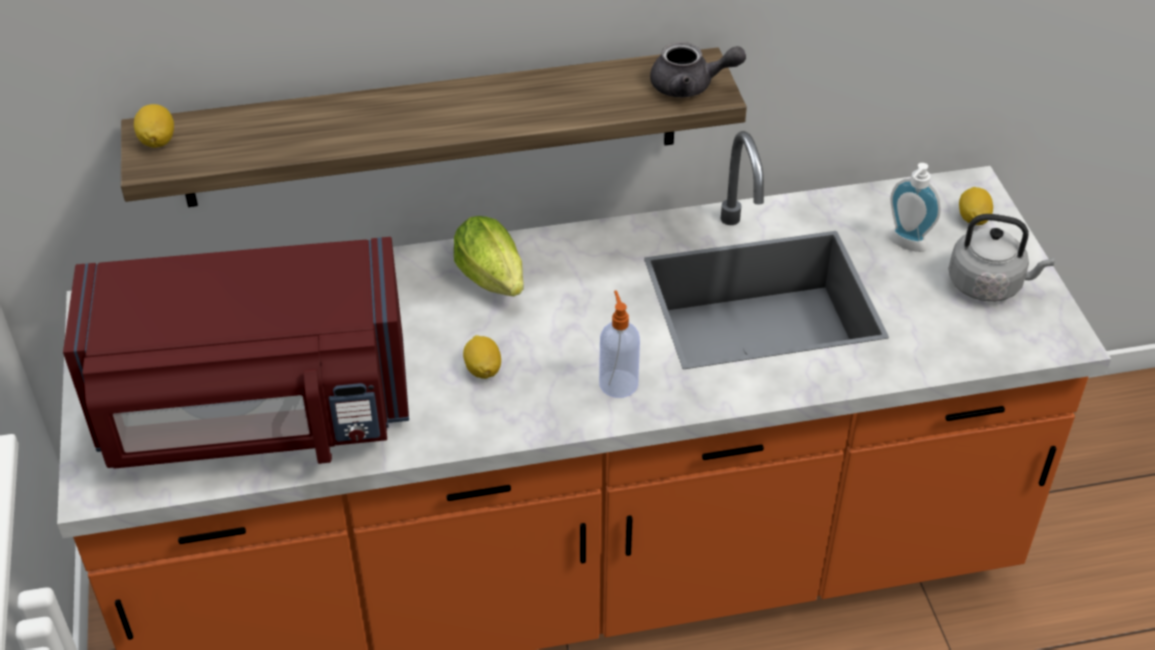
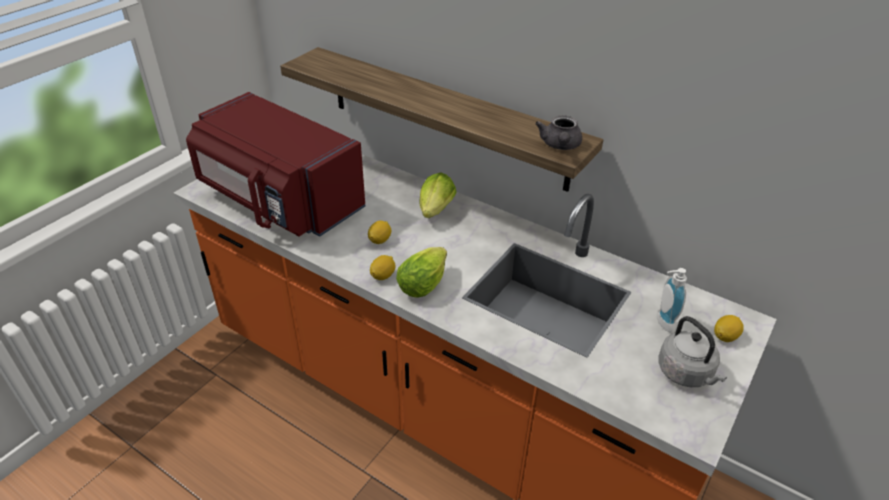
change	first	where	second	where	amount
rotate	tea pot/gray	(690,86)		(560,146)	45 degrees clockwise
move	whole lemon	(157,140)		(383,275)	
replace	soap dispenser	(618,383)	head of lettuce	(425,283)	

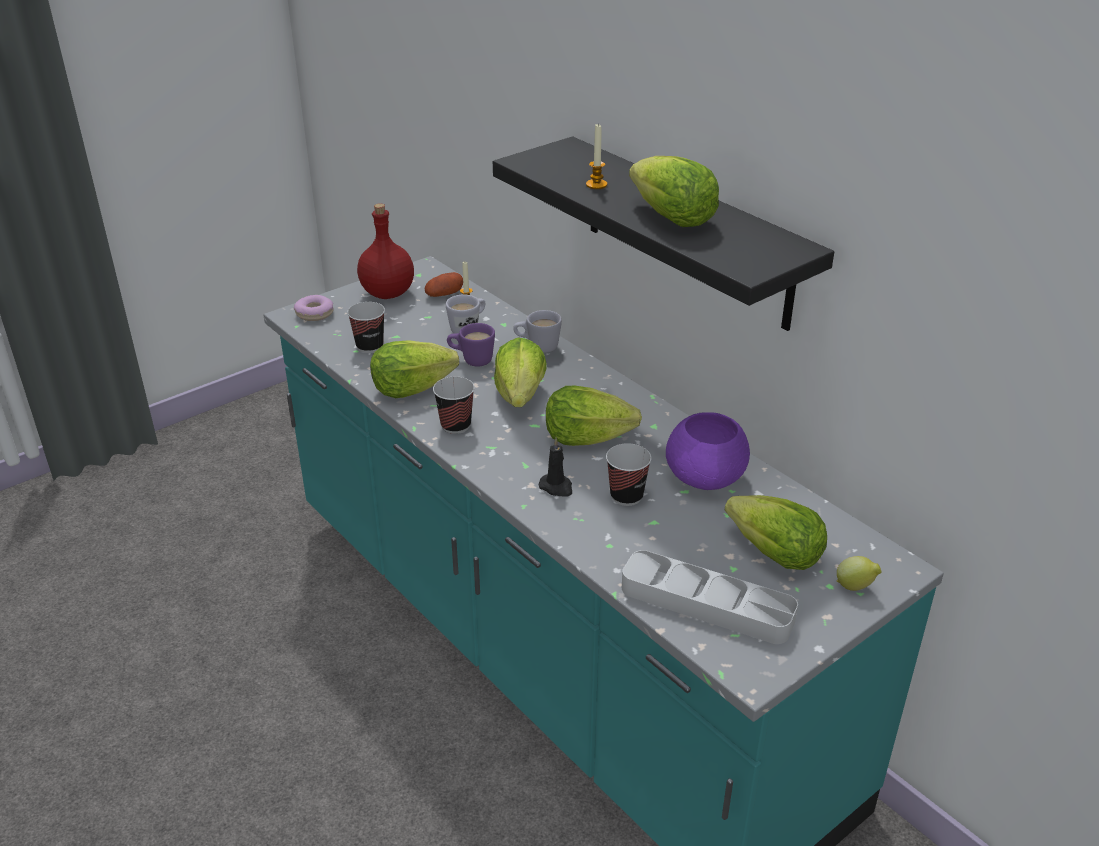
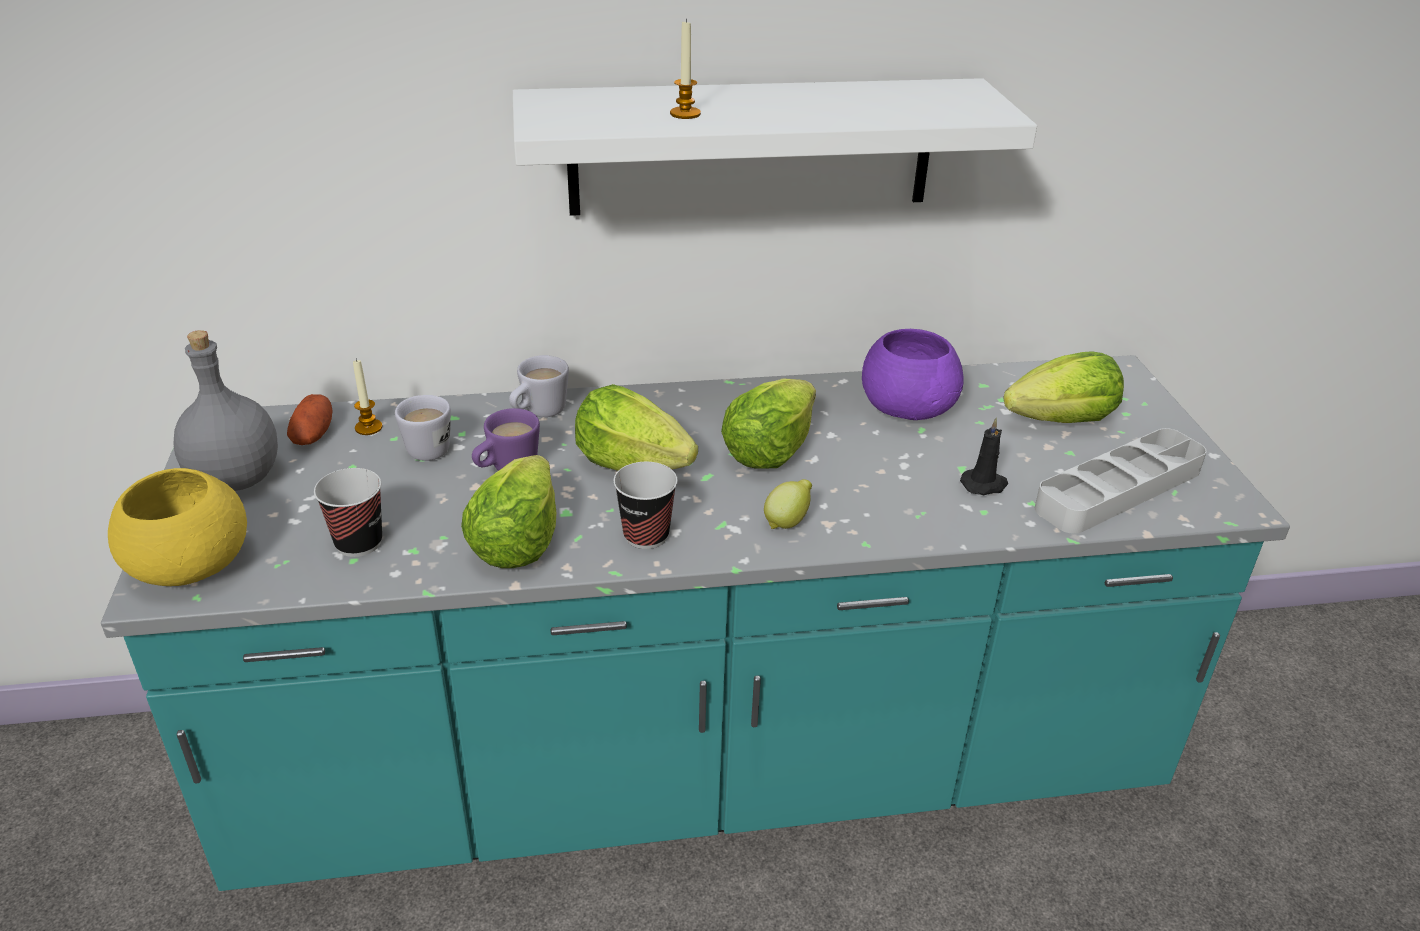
change	first	where	second	where	amount
recolor	wall shelf/black	(687,232)	wall shelf/white	(752,147)	
delete	head of lettuce	(672,219)			
recolor	drink bottle/reddish	(386,293)	drink bottle/gray	(235,480)	
replace	donut	(314,313)	deep dish/yellow	(187,566)	
move	wax candle/black	(557,487)		(984,484)	
delete	cup	(626,496)			
move	whole lemon	(855,587)		(787,522)	

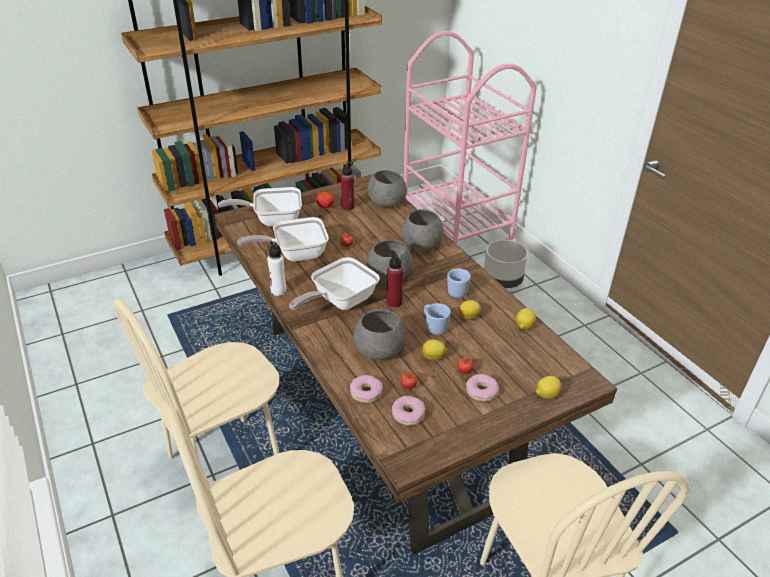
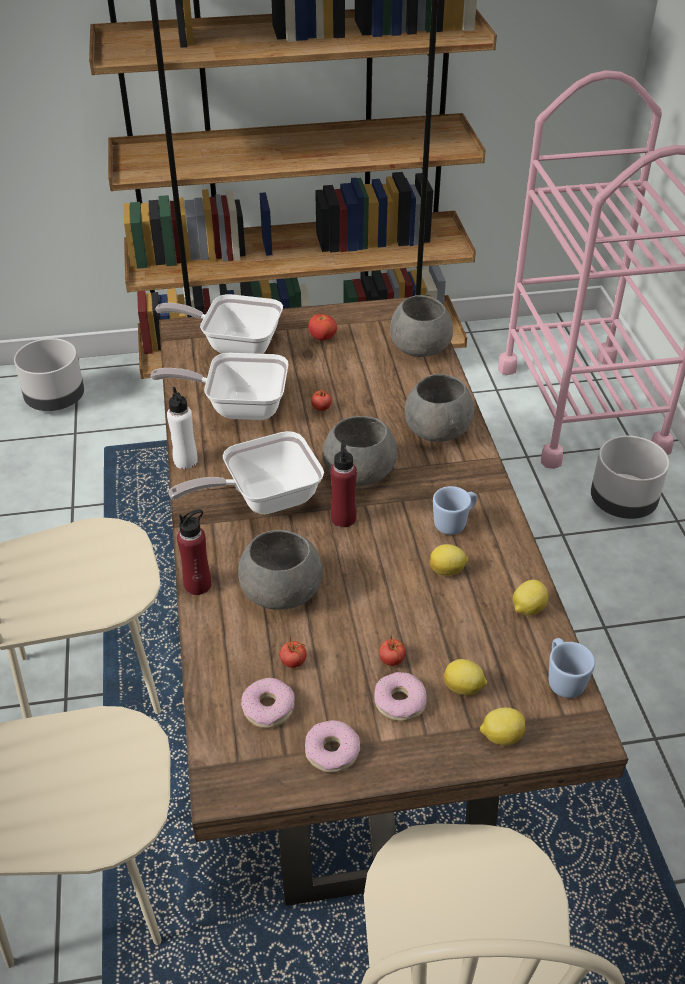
change	first	where	second	where	amount
move	drink bottle/reddish	(348,207)		(198,585)	
move	coffee mug/blue-coloured	(434,327)		(563,679)	
move	whole lemon	(434,357)		(464,688)	
move	donut	(366,392)		(332,751)	
insert			flower pot/gray	(55,399)	

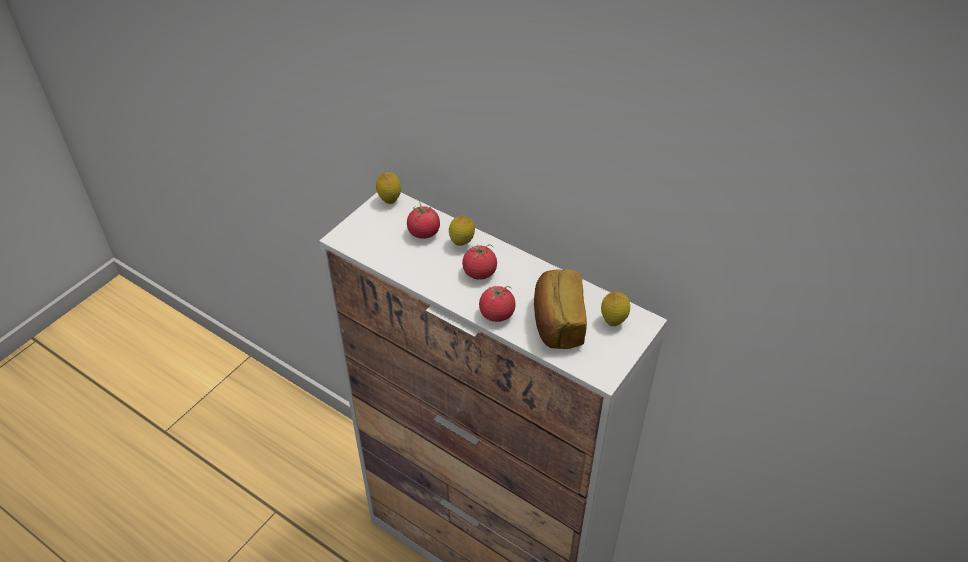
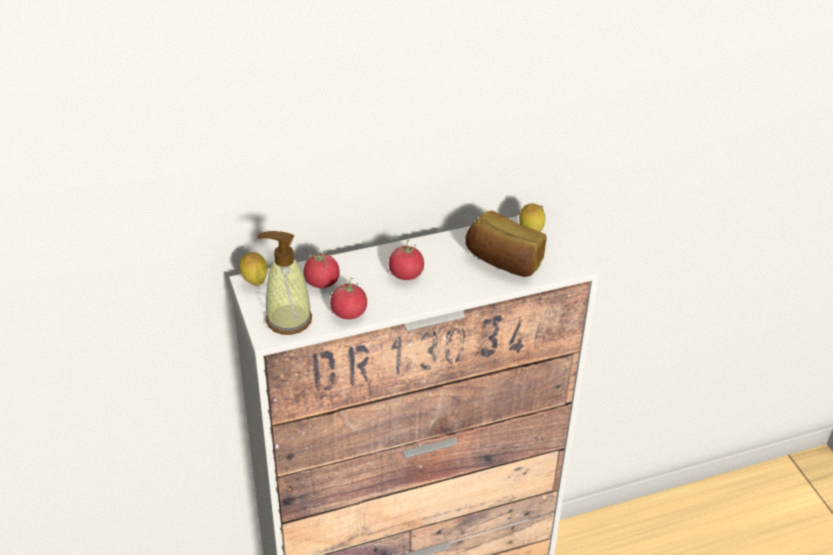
change	first	where	second	where	amount
delete	whole lemon	(462,244)			
move	whole tomato	(497,314)		(349,313)	
insert			soap dispenser	(288,319)	

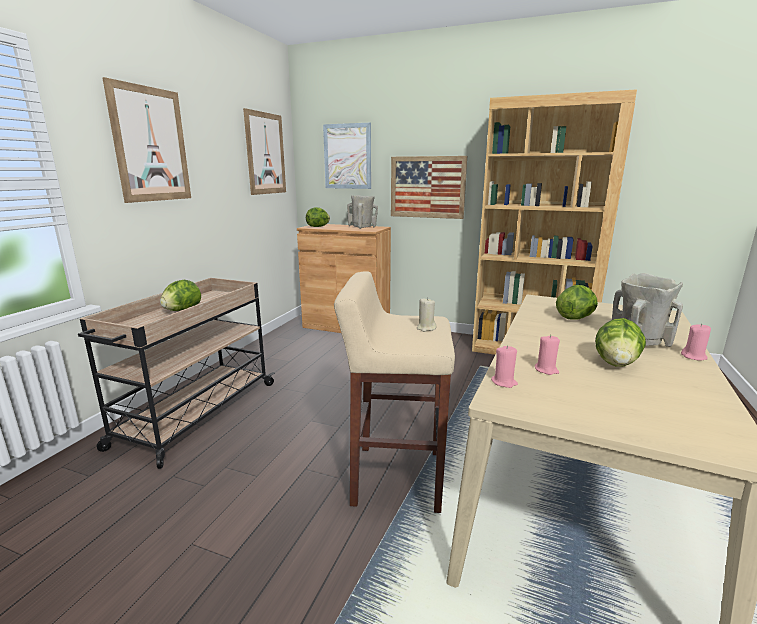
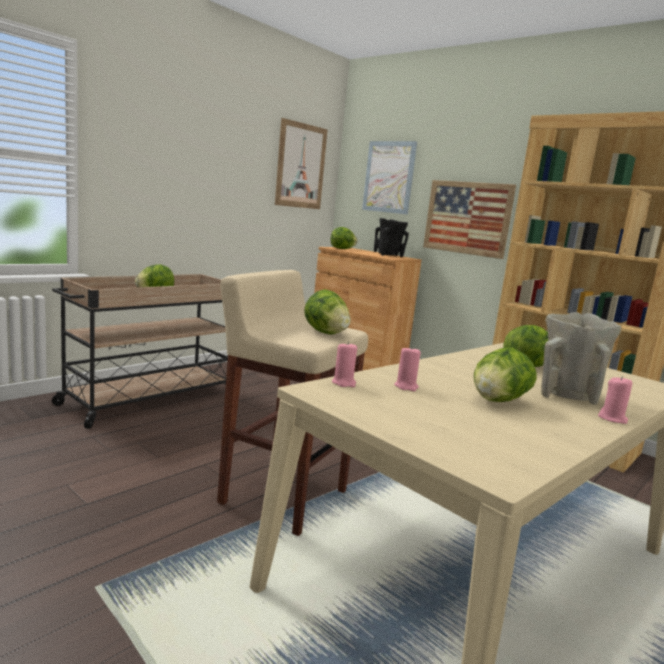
change	first	where	second	where	amount
delete	picture	(151,145)			
recolor	vase/beige	(363,227)	vase/black	(389,255)	
replace	wax candle/beige	(426,328)	head of lettuce	(326,333)	

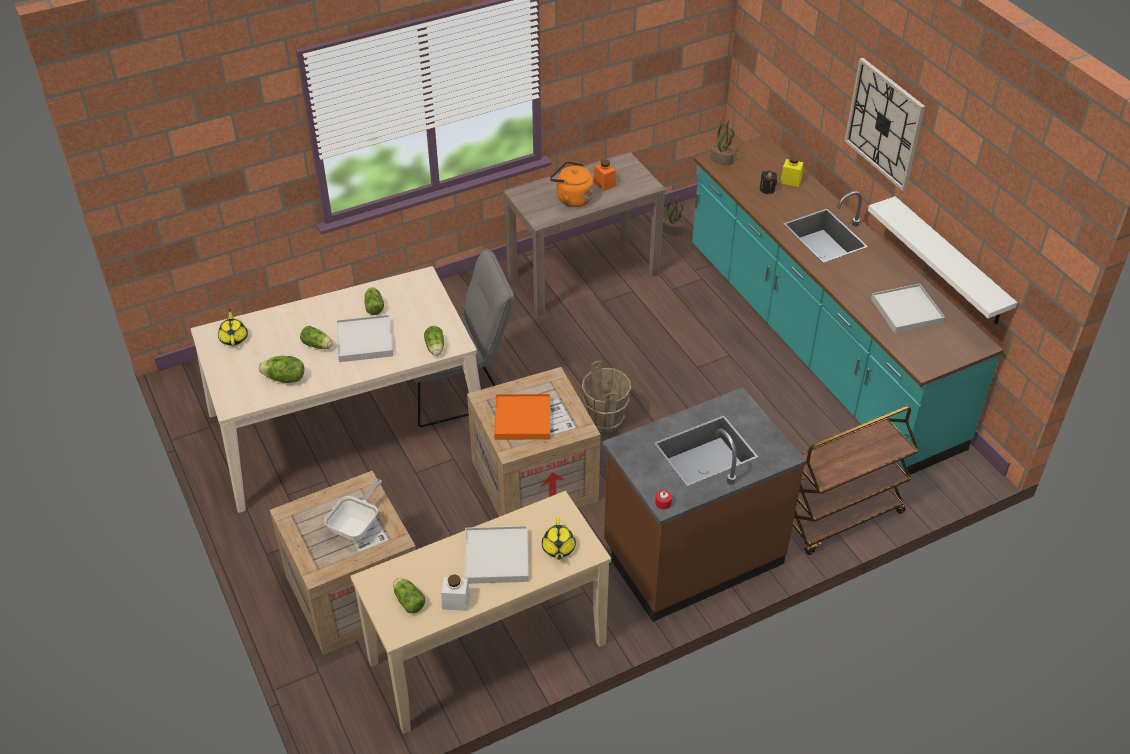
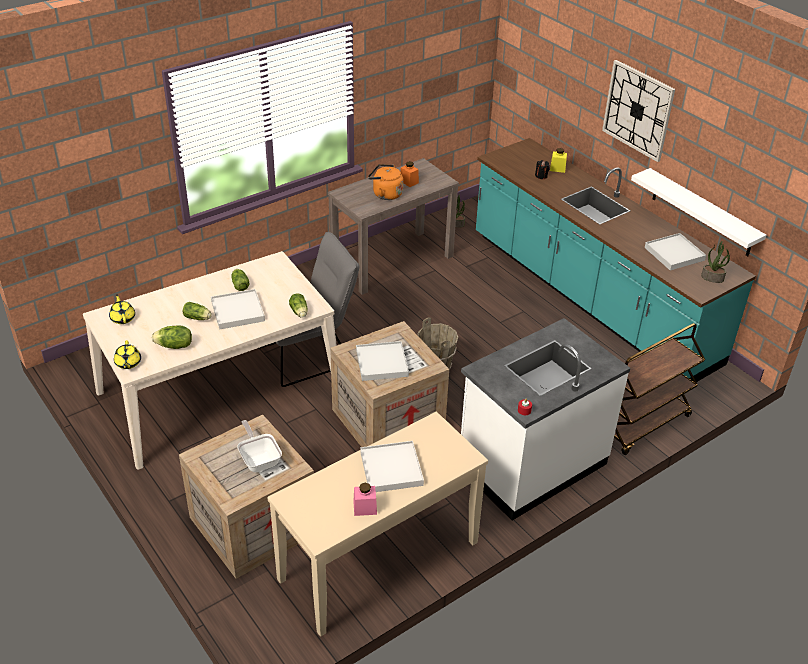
change	first	where	second	where	amount
move	plant in a pot	(722,159)		(712,278)	
recolor	counter/brown	(692,554)	counter/white	(531,464)	
recolor	carrying tray/orange	(522,419)	carrying tray/white	(381,363)	
rotate	skillet	(357,525)		(259,459)	45 degrees counterclockwise
move	tea pot/yellow	(558,548)		(128,363)	
recolor	preserve jar/white	(456,601)	preserve jar/pink-coloured	(365,508)	
delete	head of lettuce	(408,600)			

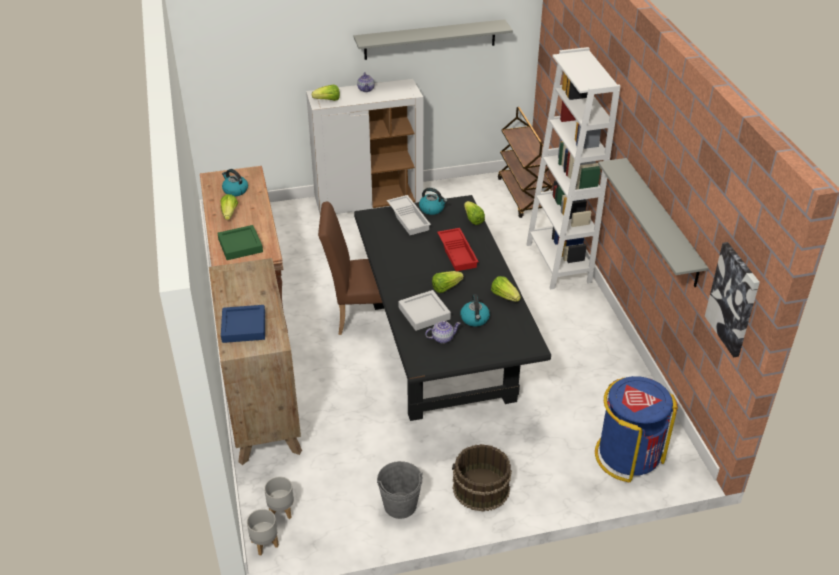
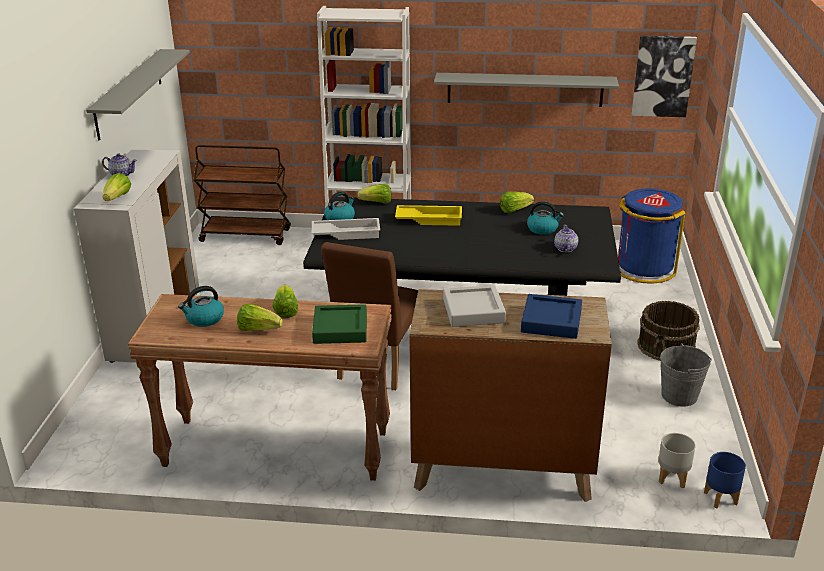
change	first	where	second	where	amount
recolor	carrying tray/reddish	(458,253)	carrying tray/yellow	(429,219)	
move	head of lettuce	(446,287)		(286,311)	
move	carrying tray/gray	(424,313)		(473,311)	
recolor	flower pot/gray	(264,544)	flower pot/blue-coloured	(721,498)	

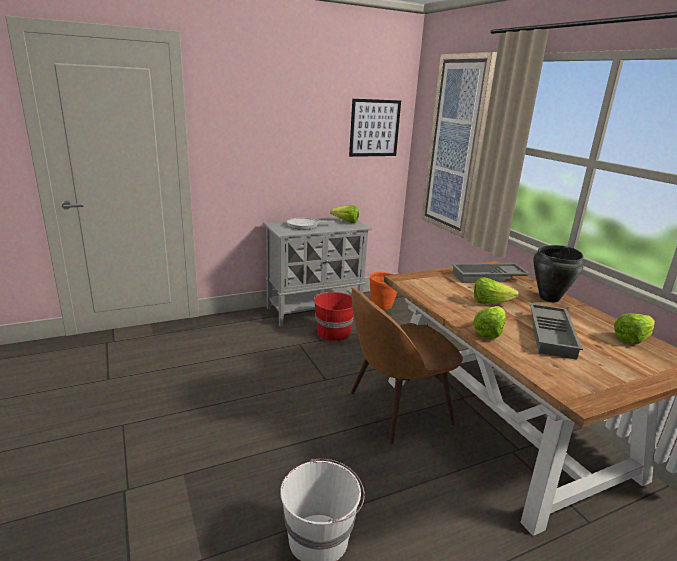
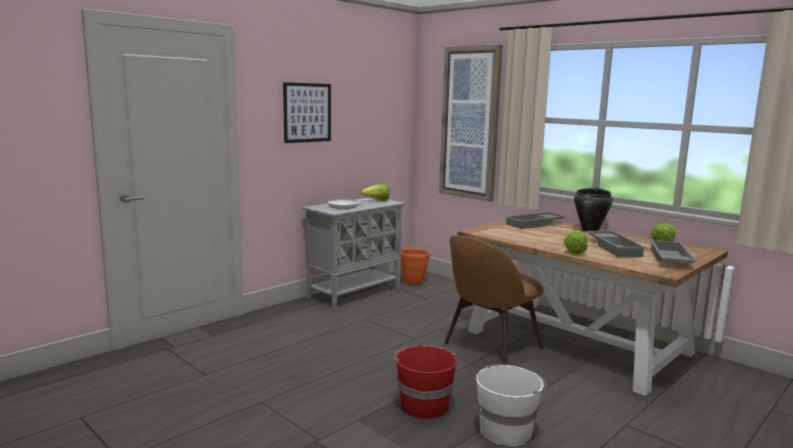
change	first	where	second	where	amount
move	picture	(374,128)		(307,112)	
delete	head of lettuce	(490,303)			
move	pail/reddish	(333,332)		(423,406)	
insert			carrying tray/gray	(669,259)	

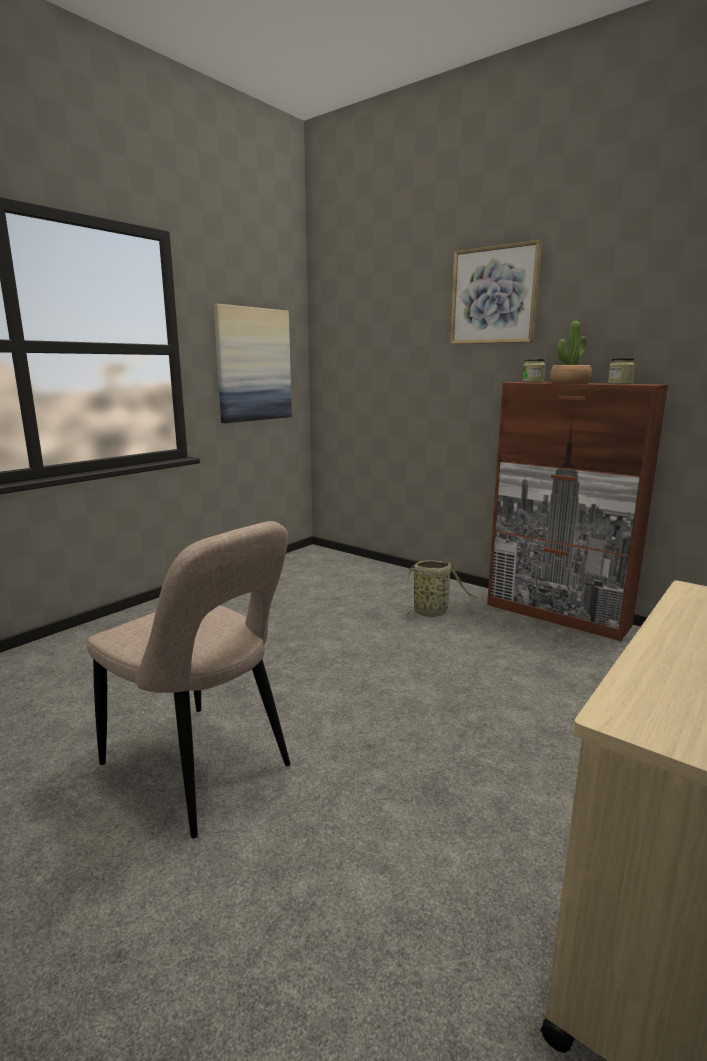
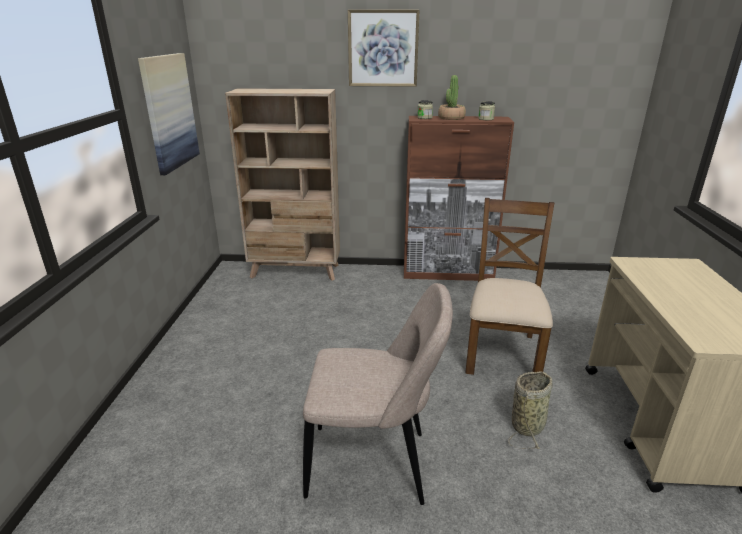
change	first	where	second	where	amount
move	storage basket	(433,612)		(528,424)	
insert			shelving unit/beige	(295,271)	
insert			plain chair/brown	(502,352)	

